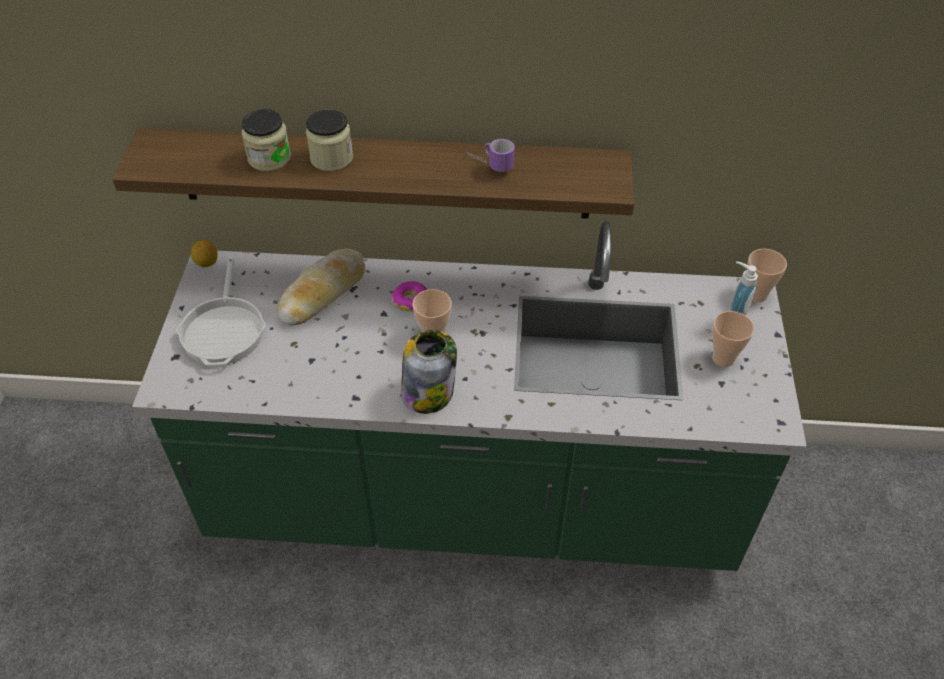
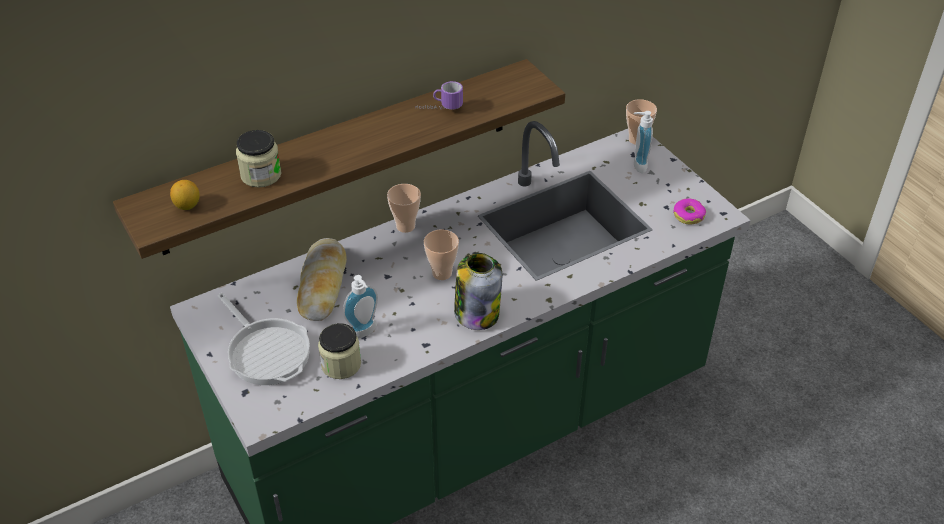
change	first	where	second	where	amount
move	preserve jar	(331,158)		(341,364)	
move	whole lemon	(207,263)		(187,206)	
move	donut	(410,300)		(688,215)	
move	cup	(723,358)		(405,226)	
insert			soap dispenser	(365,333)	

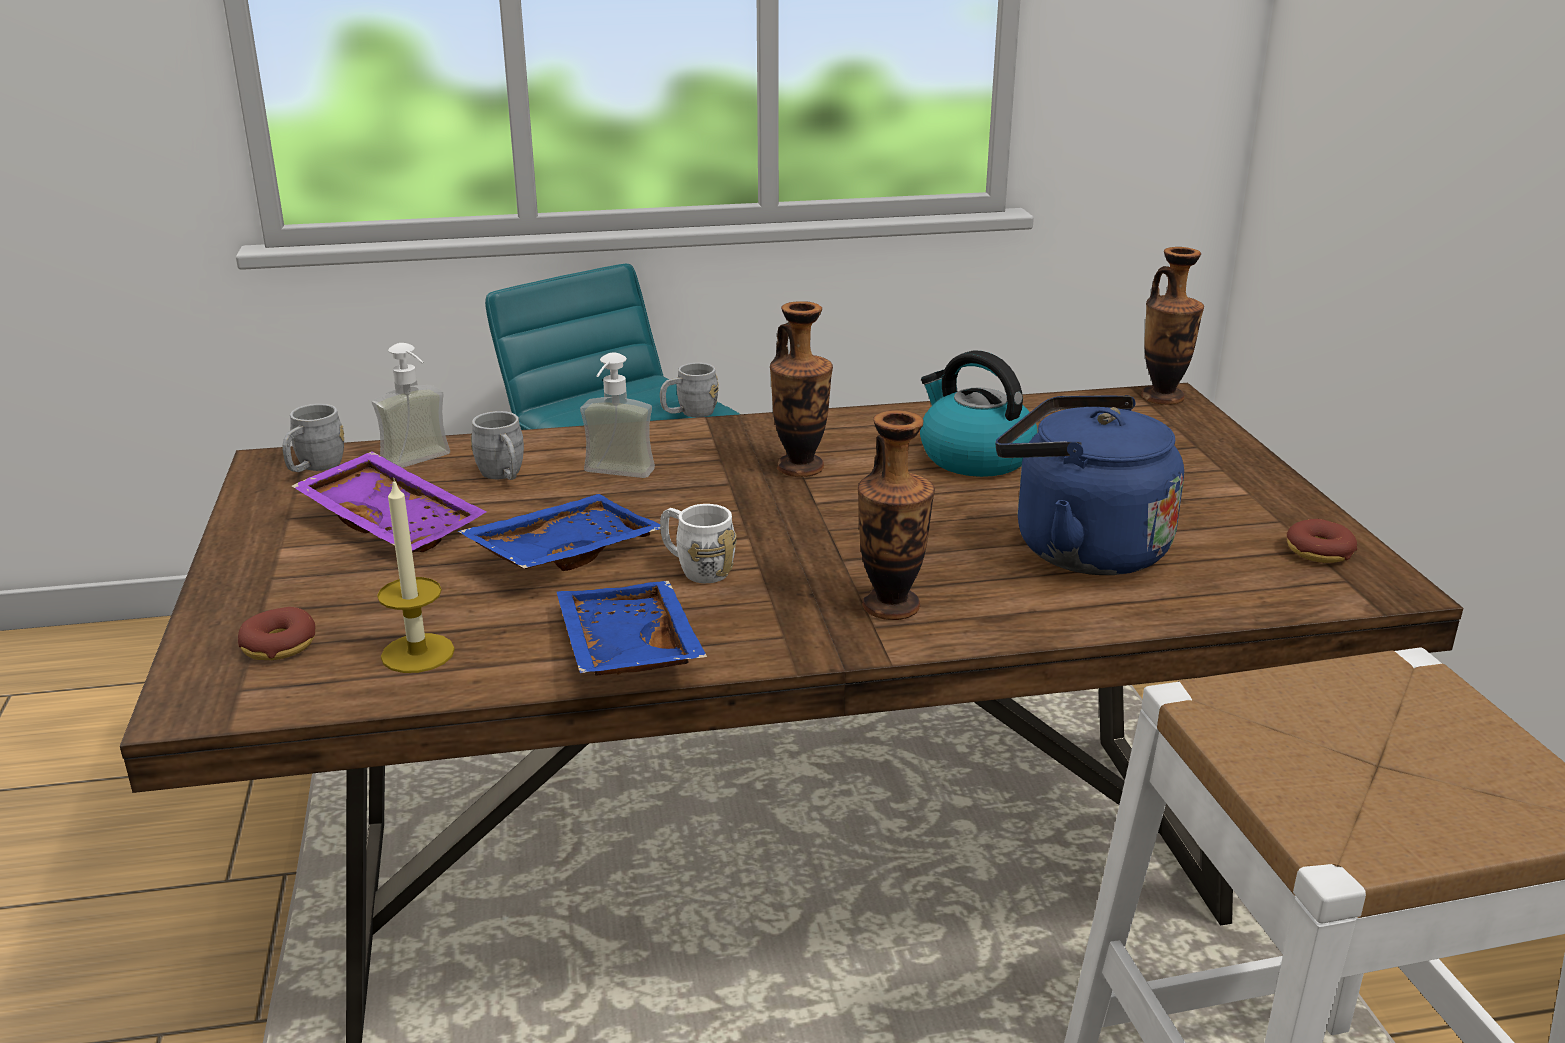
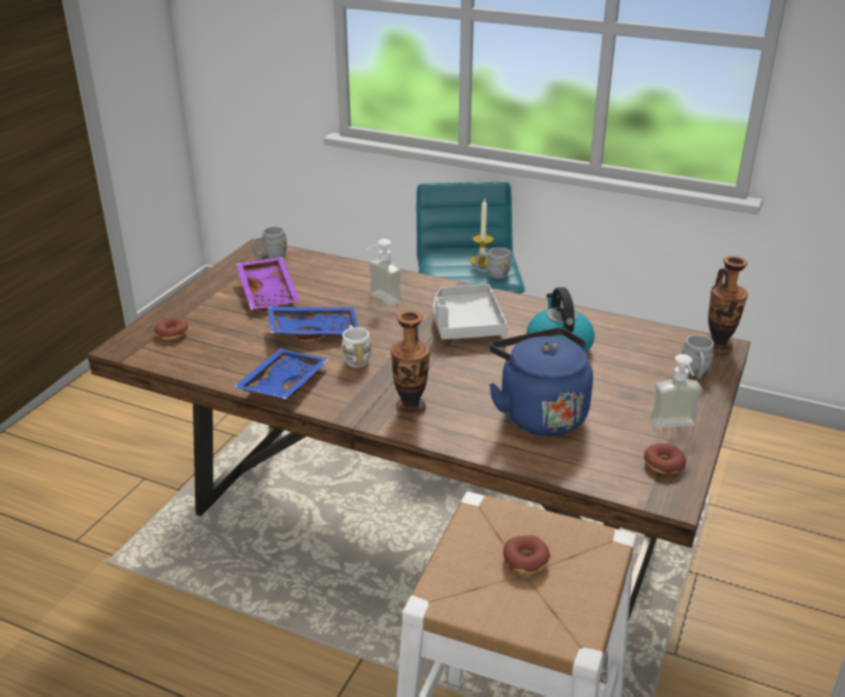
change	first	where	second	where	amount
replace	vase	(800,468)	carrying tray/gray	(466,323)	
move	soap dispenser	(422,463)		(675,428)	
move	coffee mug/gray	(504,476)		(695,373)	
move	wax candle	(417,653)		(482,260)	
insert			donut	(525,560)	

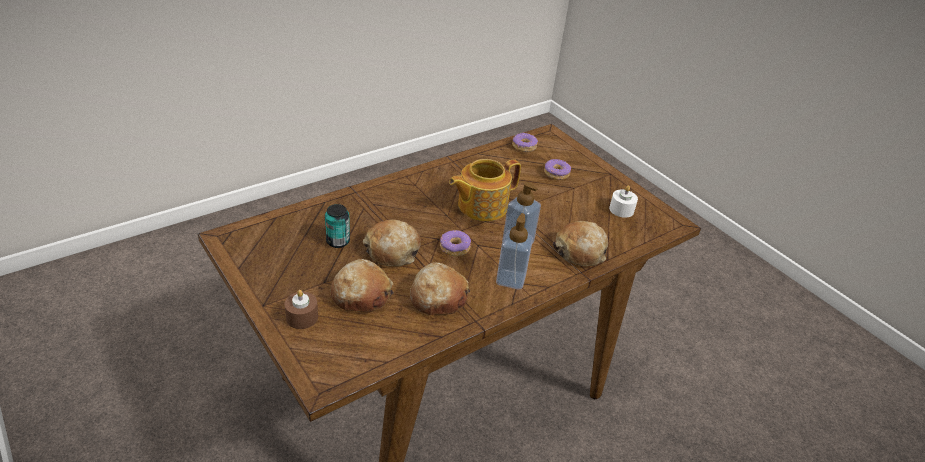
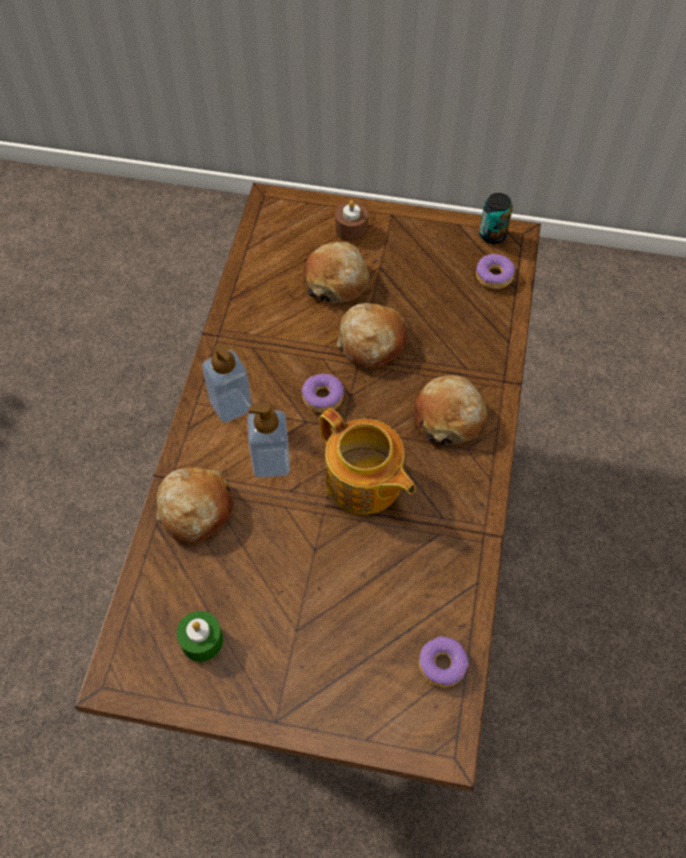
change	first	where	second	where	amount
rotate	tea pot	(481,206)		(364,482)	120 degrees clockwise
move	donut	(556,173)		(493,276)	
recolor	wax candle/white	(621,209)	wax candle/greenish	(202,641)	
move	metal can	(338,241)		(492,235)	
move	baked bread	(438,297)		(448,417)	

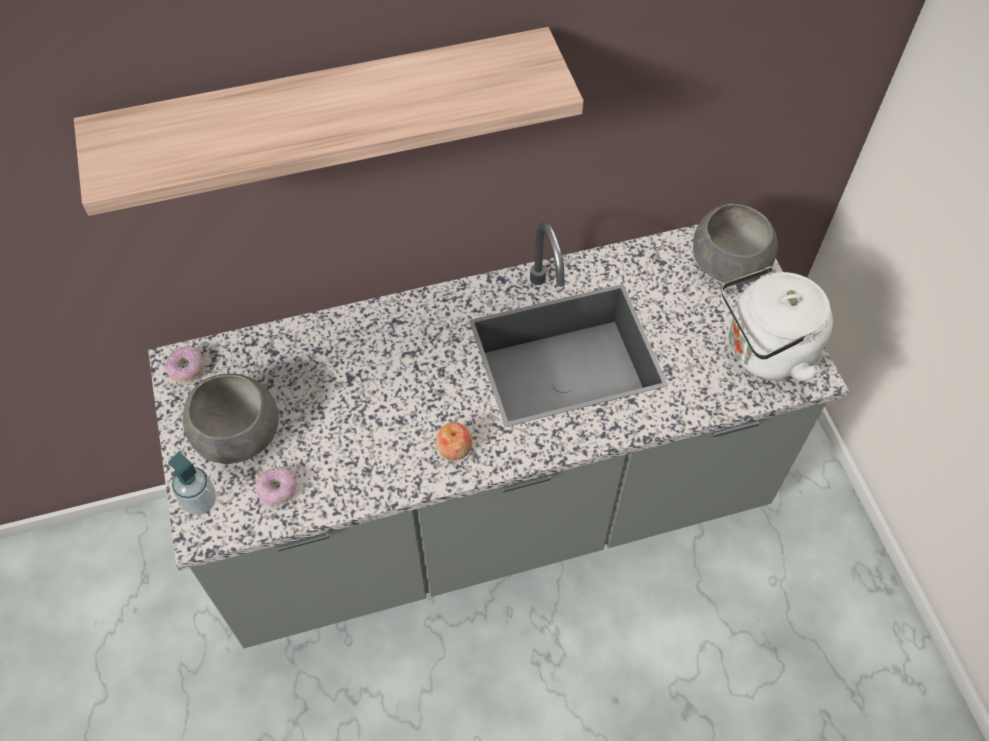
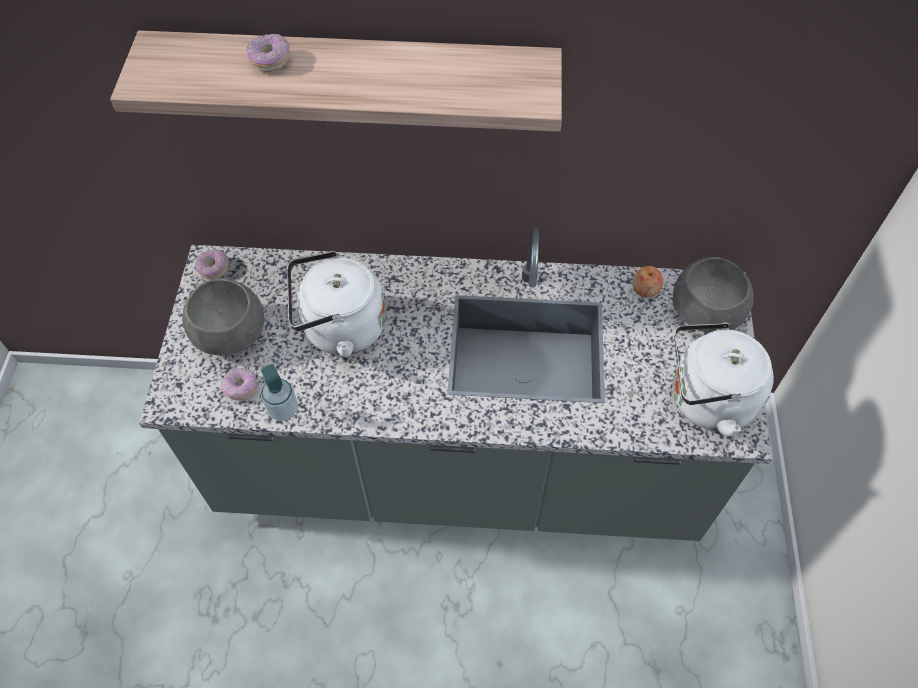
change	first	where	second	where	amount
move	apple	(454,448)		(645,289)	
move	soap dispenser	(200,501)		(283,410)	
insert			donut	(270,61)	
insert			water kettle/white	(339,328)	

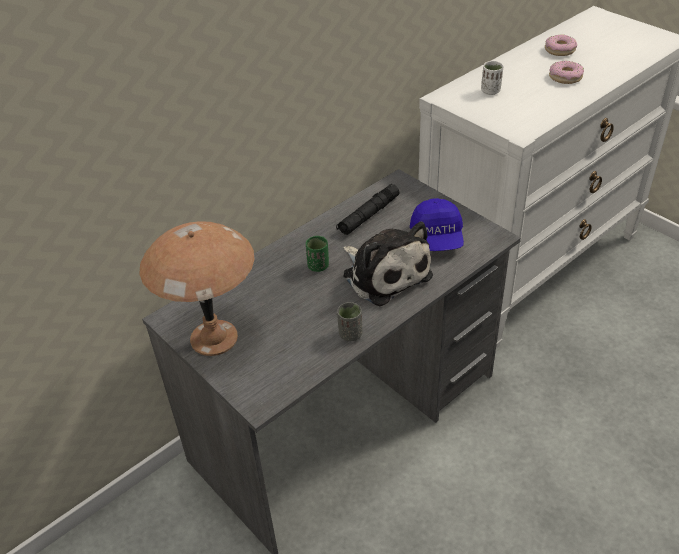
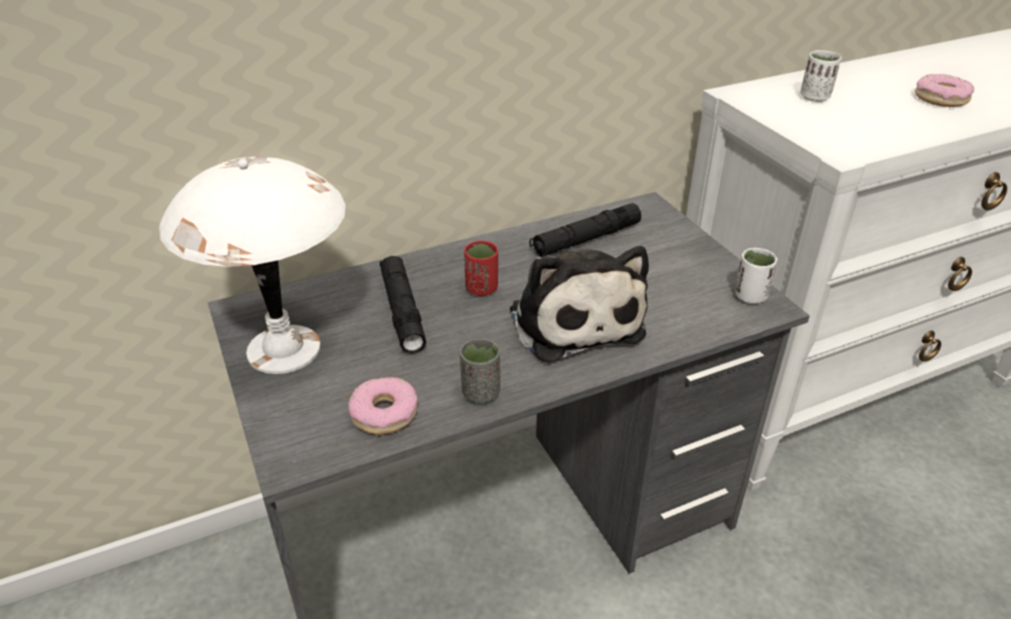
change	first	where	second	where	amount
move	donut	(559,50)		(384,413)	
delete	baseball cap/blue-coloured	(437,238)			
recolor	lamp for a table/brown	(214,337)	lamp for a table/white	(284,348)	
recolor	cup/greenish	(318,266)	cup/reddish	(481,289)	
insert			cup/white	(750,296)	
insert			torch/black	(402,311)	

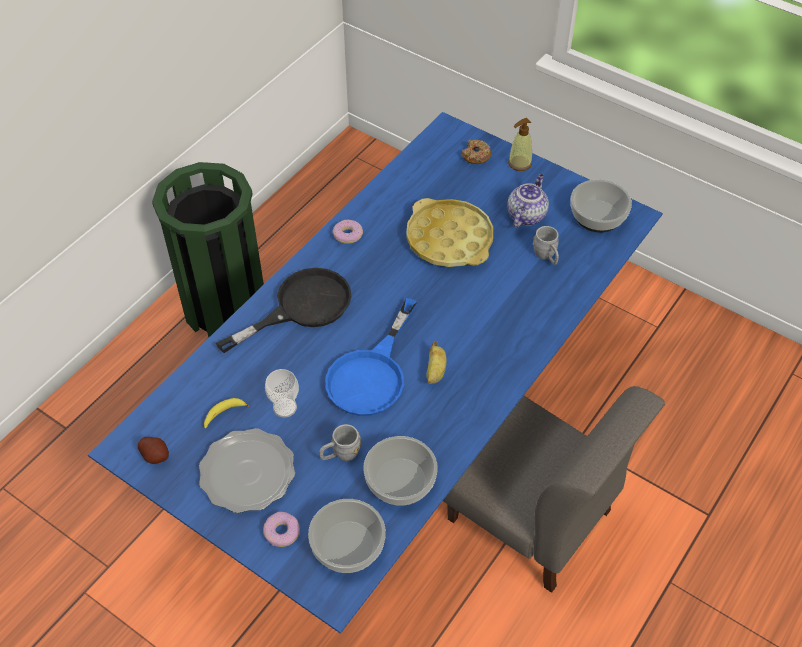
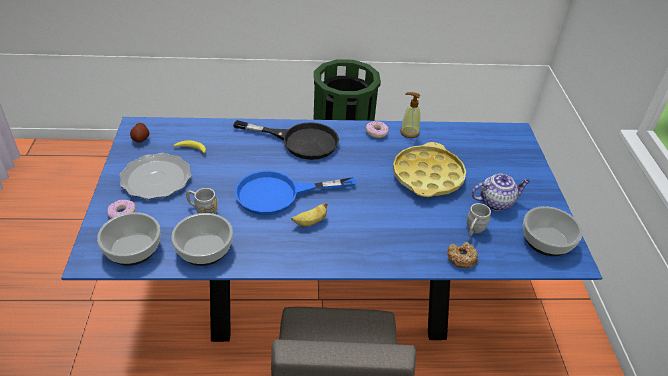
change	first	where	second	where	amount
move	soap dispenser	(519,163)		(409,132)	
move	donut	(476,156)		(461,258)	
delete	cup	(285,407)			

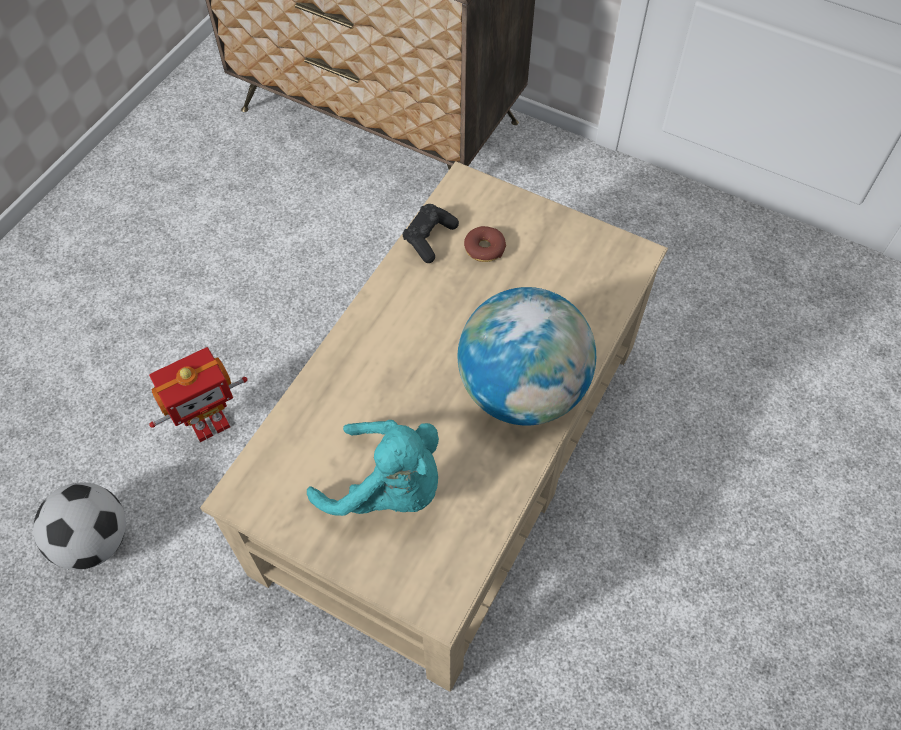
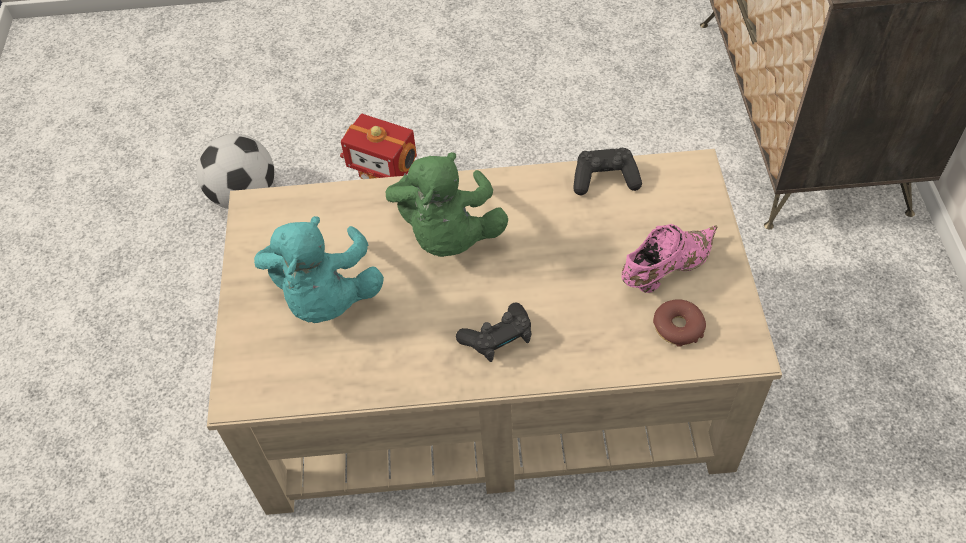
change	first	where	second	where	amount
move	donut	(484,249)		(678,327)	
replace	desk globe	(522,390)	joypad/black	(498,339)	
insert			plush toy/greenish	(448,235)	
insert			shoe/pink-coloured	(664,270)	

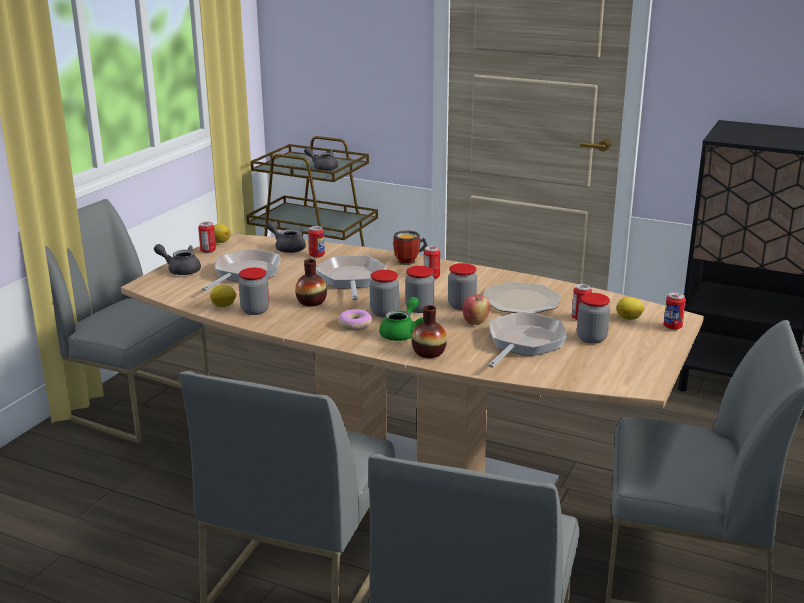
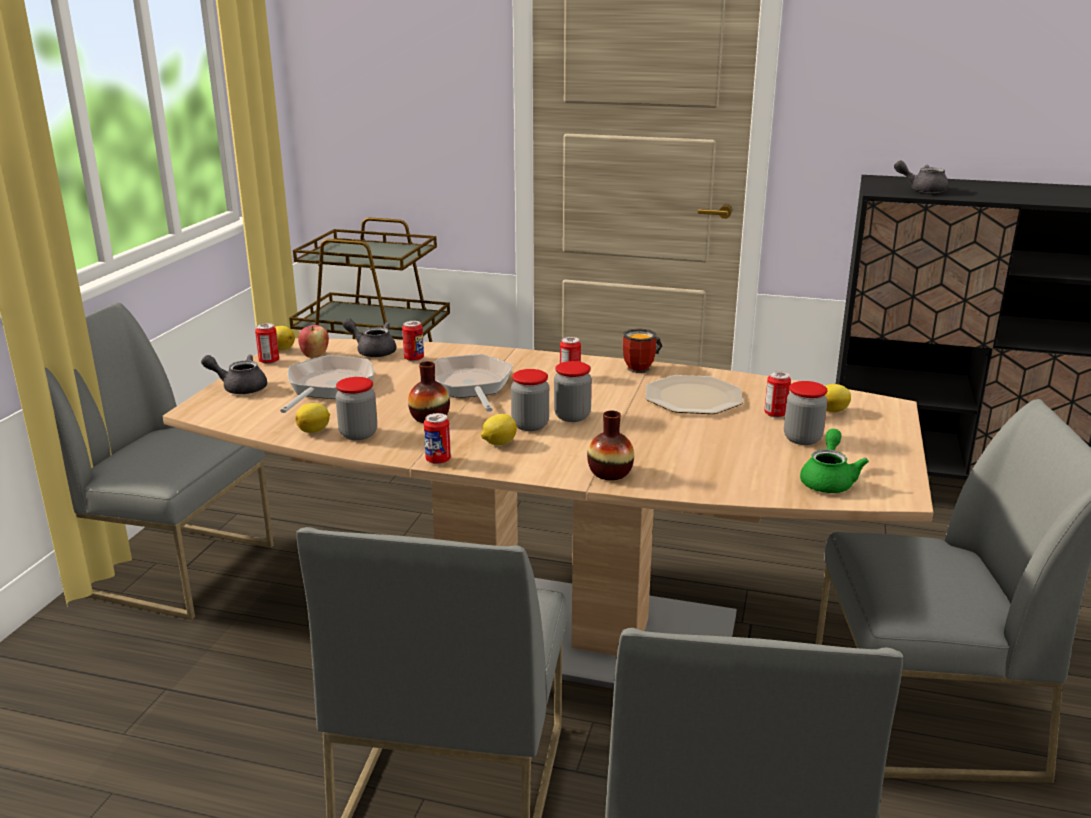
change	first	where	second	where	amount
move	tea pot/gray	(323,168)		(922,190)	
move	coffee mug	(410,261)		(643,368)	
delete	preserve jar	(461,306)			
move	metal can	(672,327)		(438,460)	
move	apple	(475,322)		(314,355)	
move	tea pot/greenish	(402,333)		(828,481)	
replace	donut	(355,325)	whole lemon	(498,443)	
delete	skillet	(523,343)			

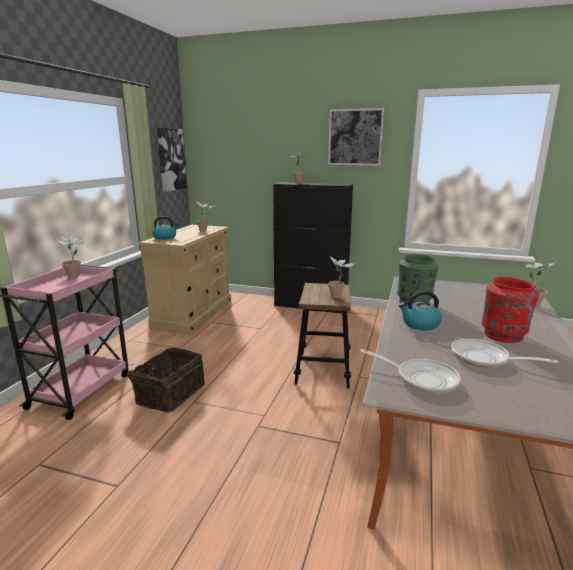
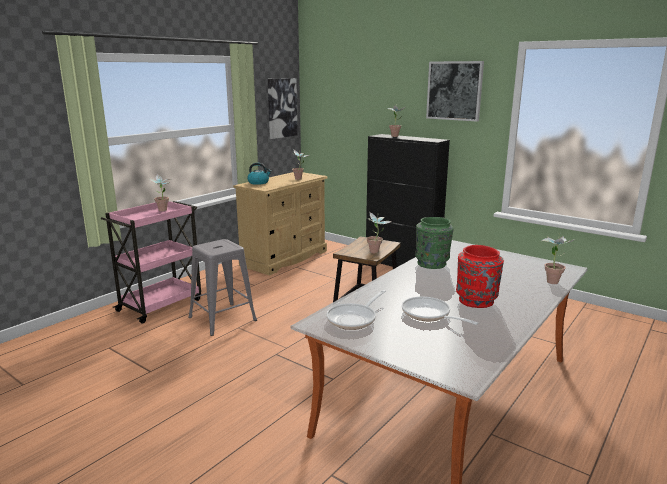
change	first	where	second	where	amount
delete	water kettle	(420,324)			
replace	storage basket	(169,394)	stool seat/gray	(222,318)	
rotate	skillet	(421,378)		(354,319)	75 degrees clockwise

